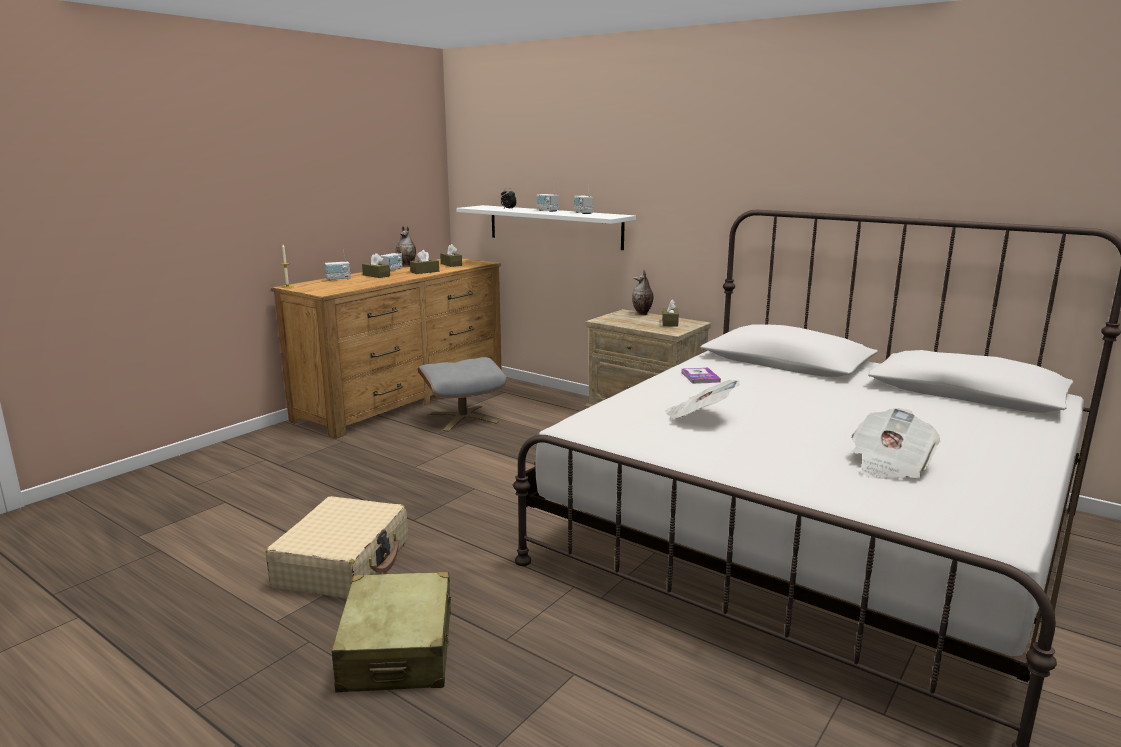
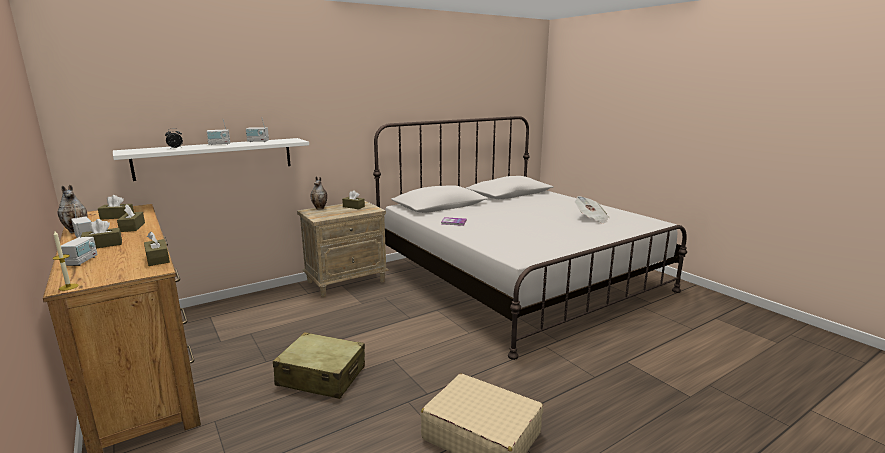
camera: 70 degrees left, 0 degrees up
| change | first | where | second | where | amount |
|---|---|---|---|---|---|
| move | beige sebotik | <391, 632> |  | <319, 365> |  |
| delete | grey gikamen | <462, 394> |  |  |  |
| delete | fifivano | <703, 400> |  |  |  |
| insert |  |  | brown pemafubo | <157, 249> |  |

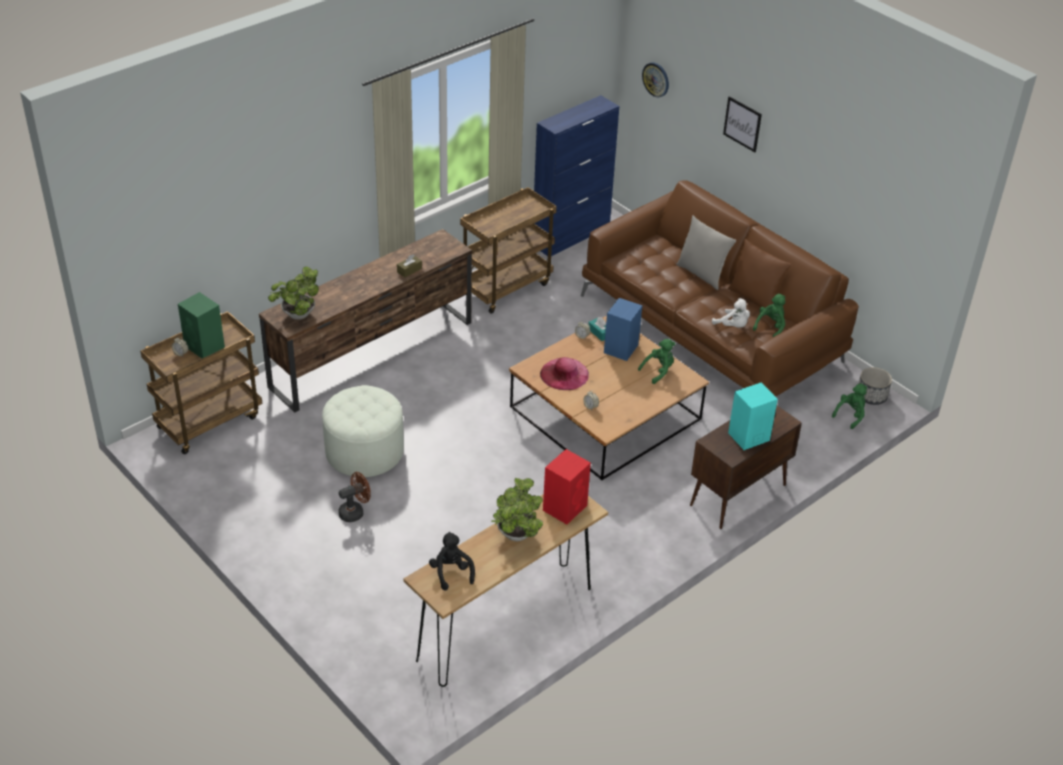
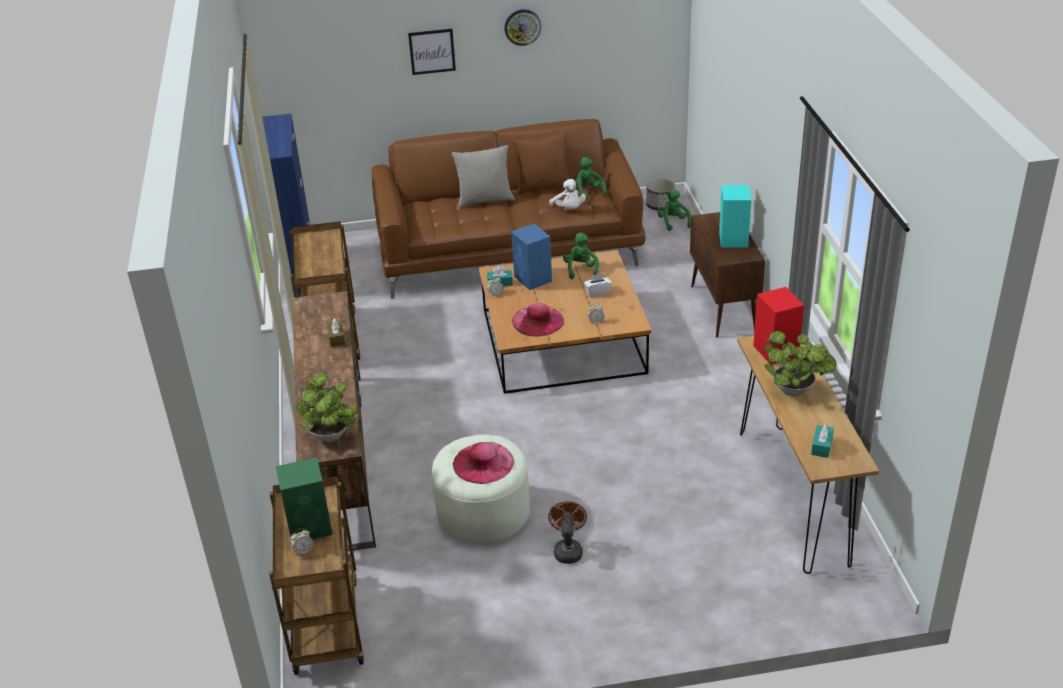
camera: 55 degrees left, 5 degrees down
| change | first | where | second | where | amount |
|---|---|---|---|---|---|
| replace | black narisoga | <452, 561> | turquoise pemafubo | <822, 441> |  |
| move | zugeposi | <655, 80> |  | <522, 27> |  |
| rotate | white narisoga | <731, 313> |  | <567, 194> | 75 degrees clockwise |
| insert |  |  | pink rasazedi | <483, 463> |  |
| insert |  |  | white pemafubo | <598, 285> |  |

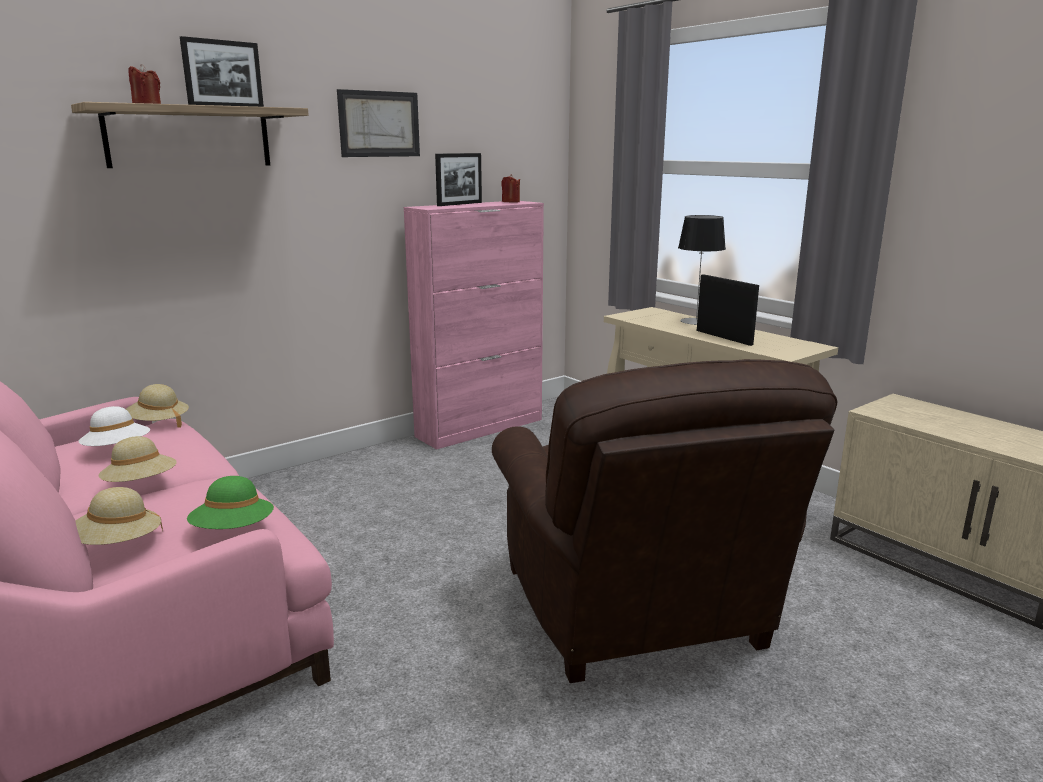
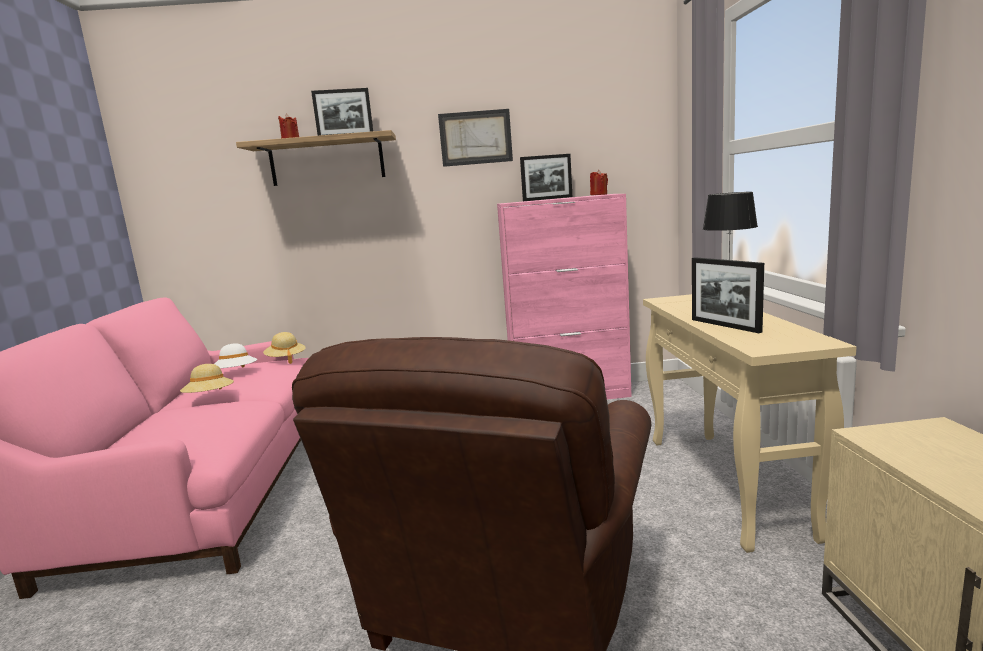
camera: 35 degrees right, 5 degrees down
| change | first | where | second | where | amount |
|---|---|---|---|---|---|
| delete | beige rasazedi | <119, 516> |  |  |  |
| delete | green rasazedi | <230, 502> |  |  |  |
| rotate | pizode | <728, 310> |  | <728, 295> | 150 degrees clockwise |

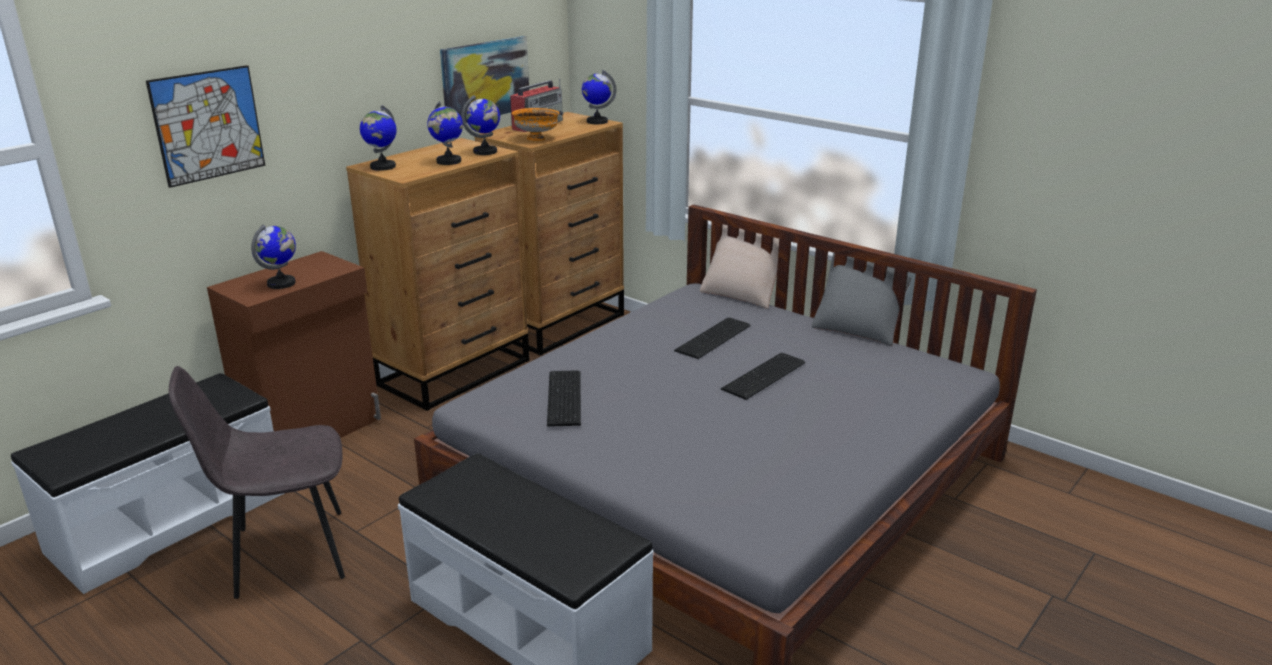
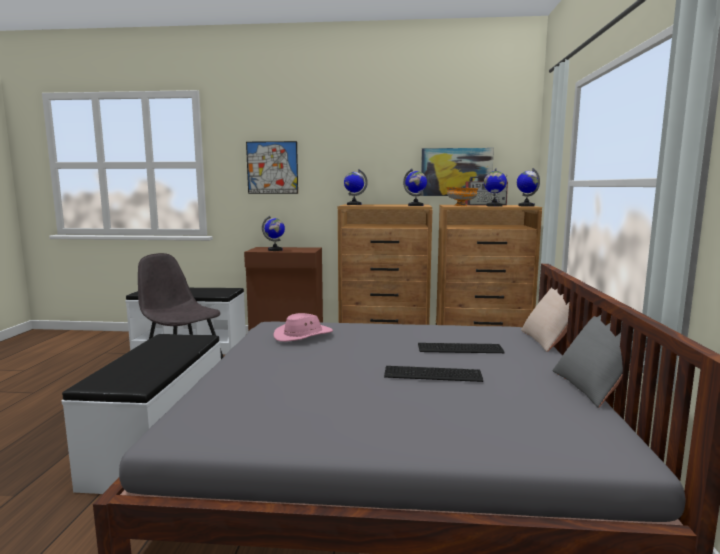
camera: 55 degrees right, 15 degrees down
| change | first | where | second | where | amount |
|---|---|---|---|---|---|
| move | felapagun | <445, 133> |  | <495, 187> |  |
| replace | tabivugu | <564, 398> | pink rasazedi | <303, 327> |  |

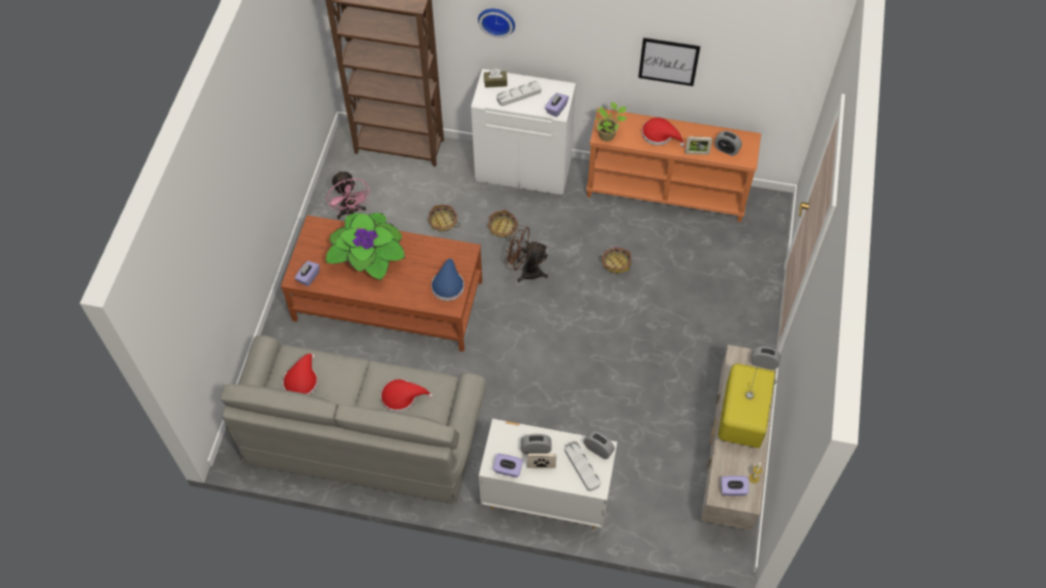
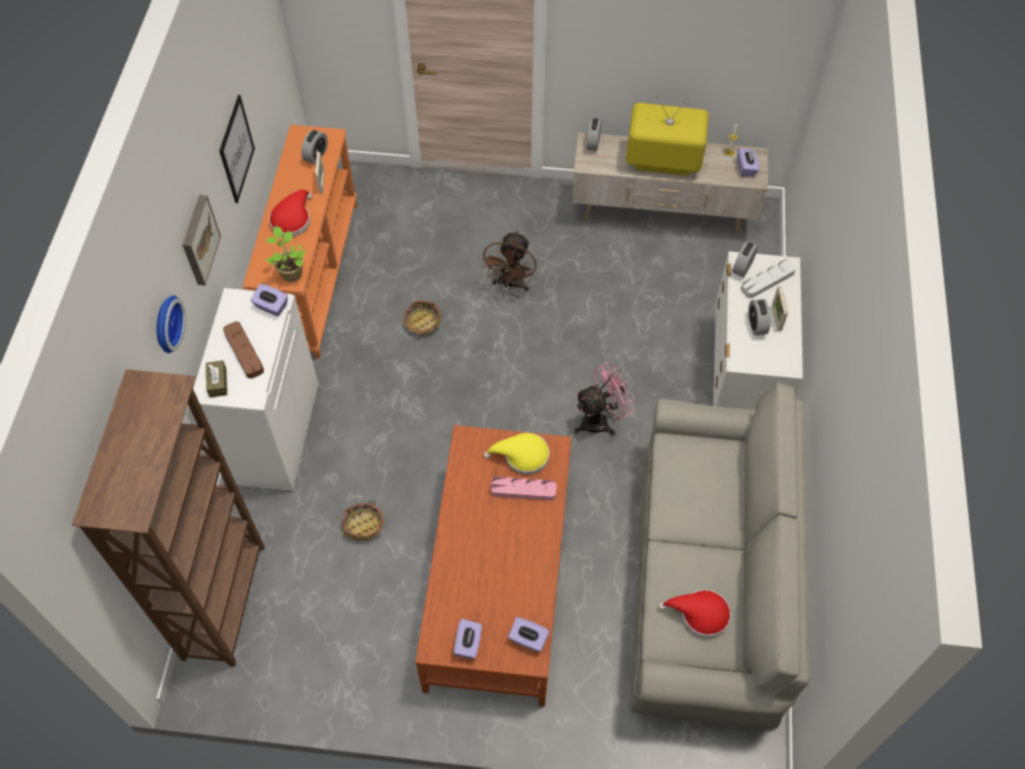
camera: 95 degrees left, 0 degrees up
| change | first | where | second | where | amount |
|---|---|---|---|---|---|
| delete | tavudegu | <365, 246> |  |  |  |
| move | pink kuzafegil | <349, 194> |  | <605, 398> |  |
| delete | red rasazedi | <407, 395> |  |  |  |
| recolor | blue rasazedi | <447, 280> | yellow rasazedi | <516, 454> |  |
| delete | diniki | <502, 225> |  |  |  |
| move | purple pemafubo | <508, 465> |  | <468, 639> |  |
| recolor | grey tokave | <519, 93> | brown tokave | <243, 350> |  |
| move | brown kuzafegil | <526, 253> |  | <509, 261> |  |
| insert |  |  | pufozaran | <201, 240> |  |
| insert |  |  | pink tokave | <524, 489> |  |

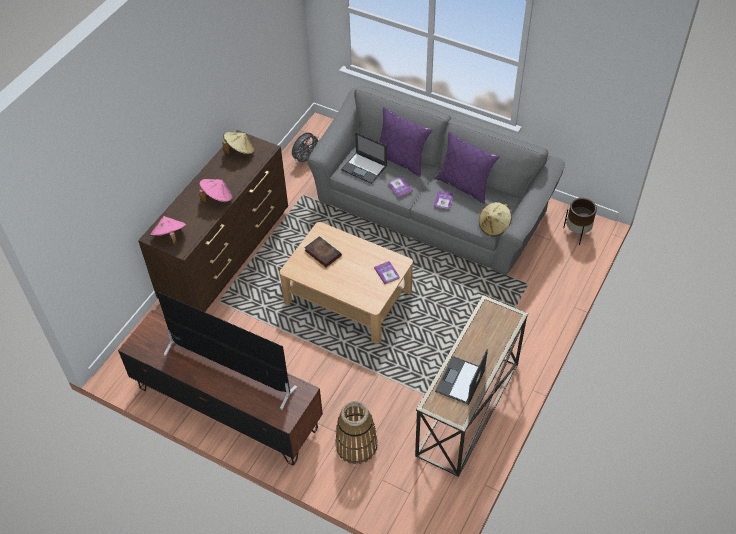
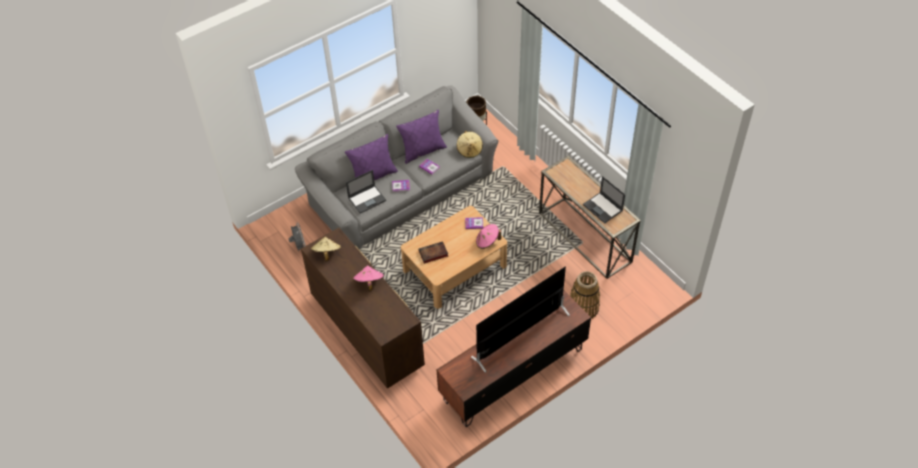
camera: 65 degrees left, 0 degrees up
| change | first | where | second | where | amount |
|---|---|---|---|---|---|
| move | pink rasazedi | <168, 231> |  | <488, 236> |  |

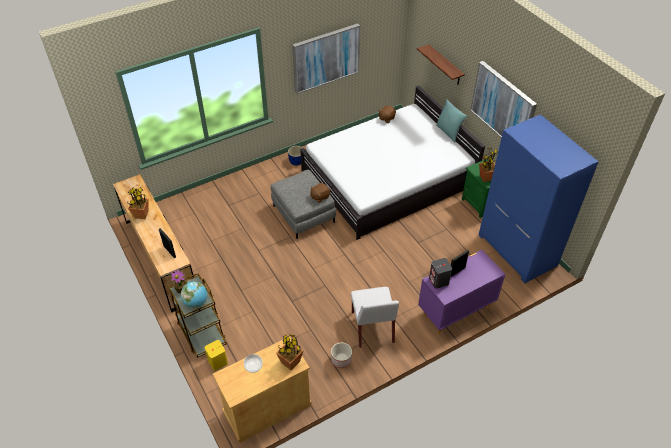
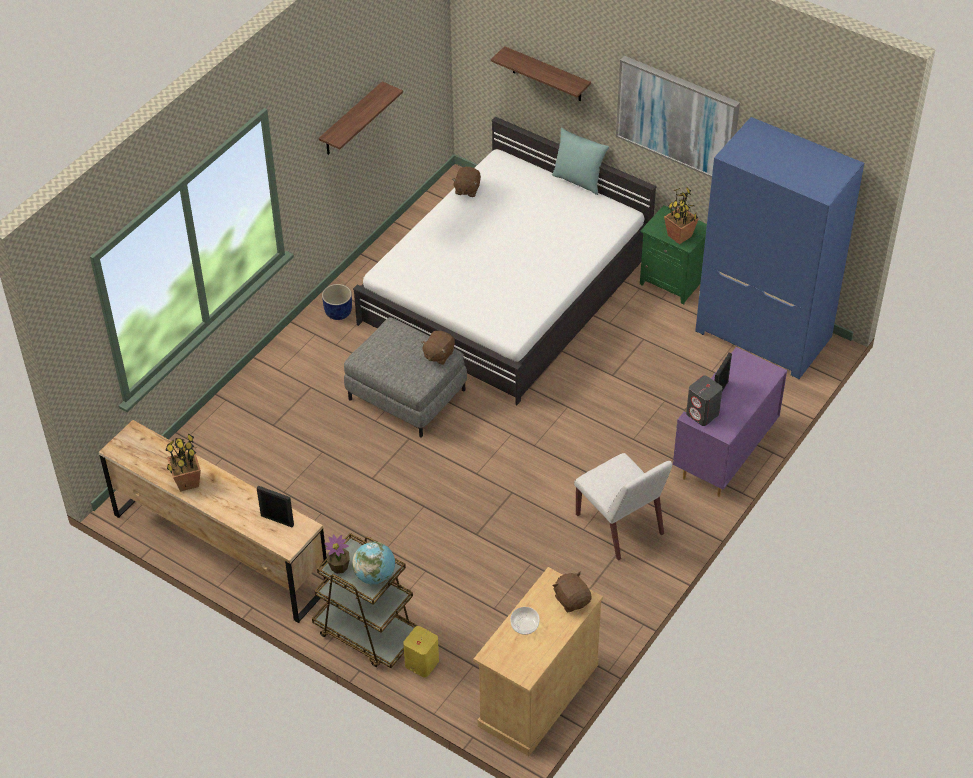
camera: 25 degrees left, 0 degrees up
| change | first | where | second | where | amount |
|---|---|---|---|---|---|
| replace | tavudegu | <289, 352> | brown narisoga | <572, 592> |  |
| replace | pufozaran | <326, 58> | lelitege | <361, 118> |  |
| delete | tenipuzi | <341, 355> |  |  |  |

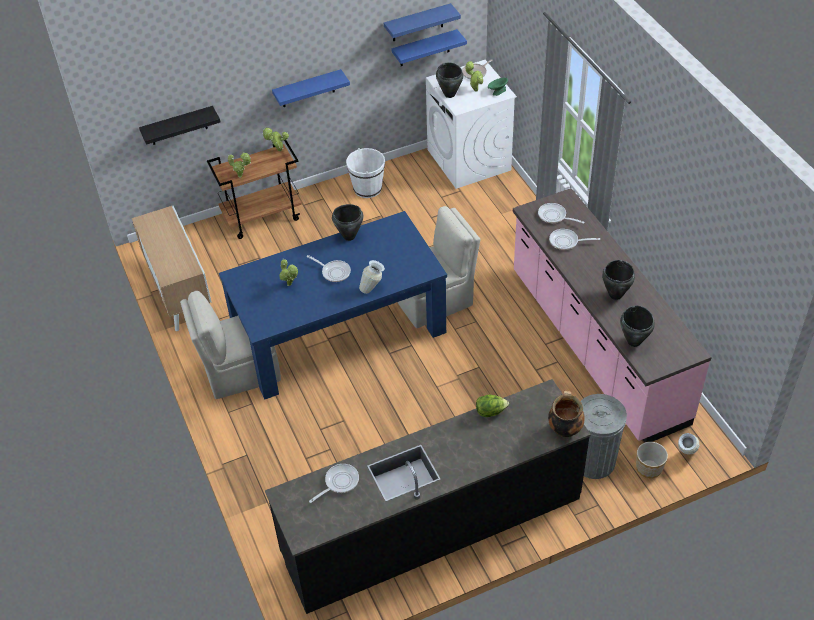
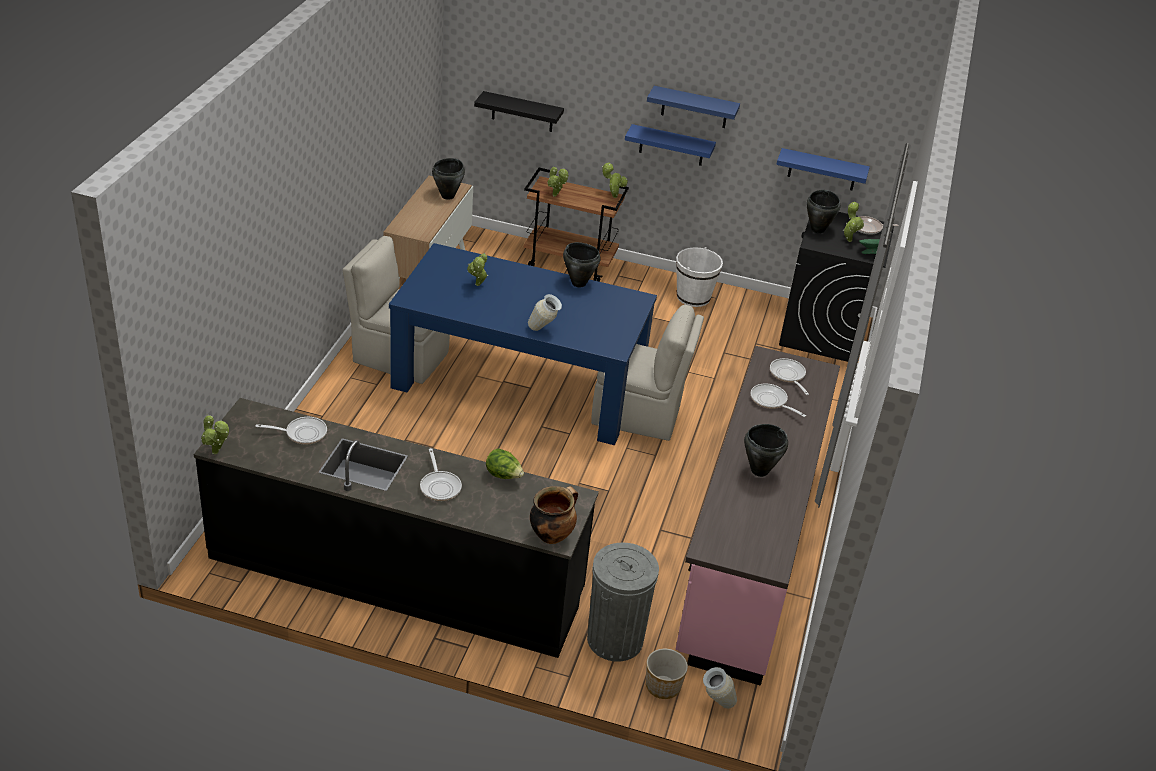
camera: 35 degrees right, 10 degrees down
| change | first | where | second | where | amount |
|---|---|---|---|---|---|
| move | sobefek | <329, 268> |  | <441, 474> |  |
| move | blue lelitege | <422, 22> |  | <693, 107> |  |
| recolor | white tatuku | <471, 124> | black tatuku | <836, 287> |  |
| move | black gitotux | <637, 326> |  | <448, 179> |  |
| insert |  |  | tavudegu | <215, 434> |  |

